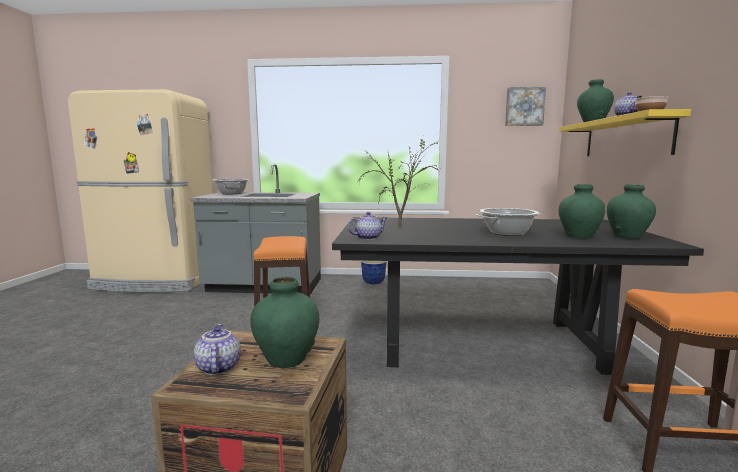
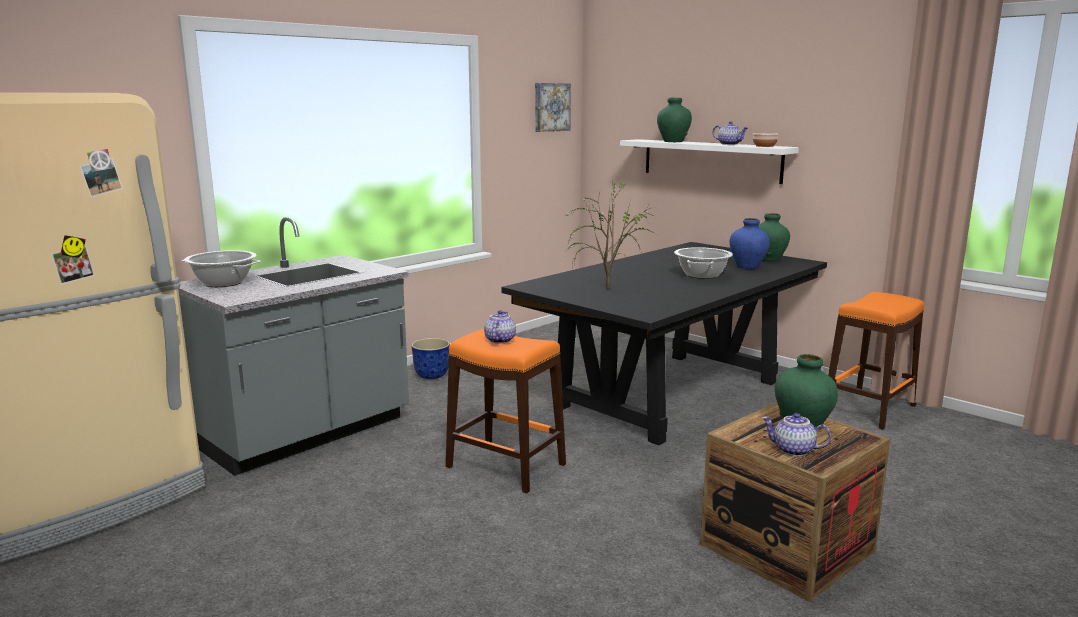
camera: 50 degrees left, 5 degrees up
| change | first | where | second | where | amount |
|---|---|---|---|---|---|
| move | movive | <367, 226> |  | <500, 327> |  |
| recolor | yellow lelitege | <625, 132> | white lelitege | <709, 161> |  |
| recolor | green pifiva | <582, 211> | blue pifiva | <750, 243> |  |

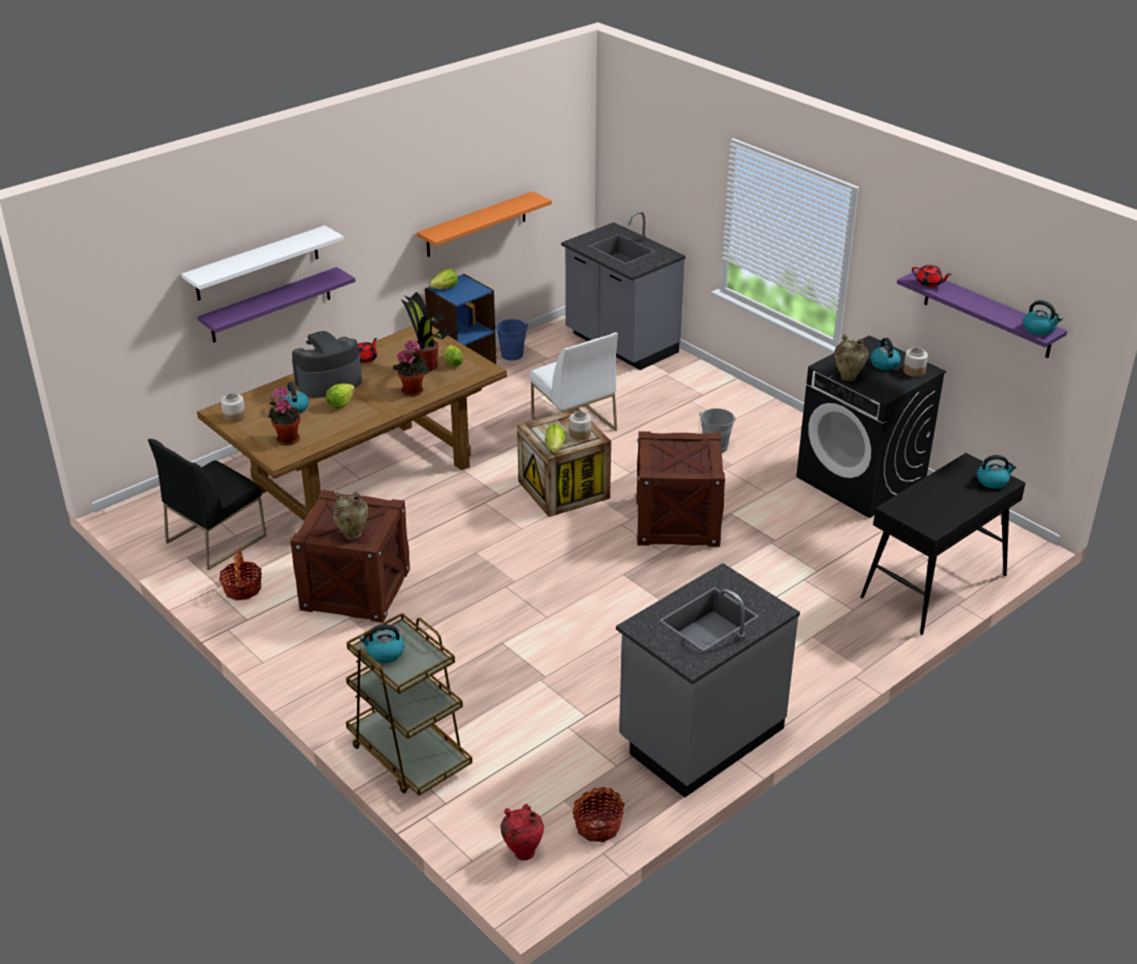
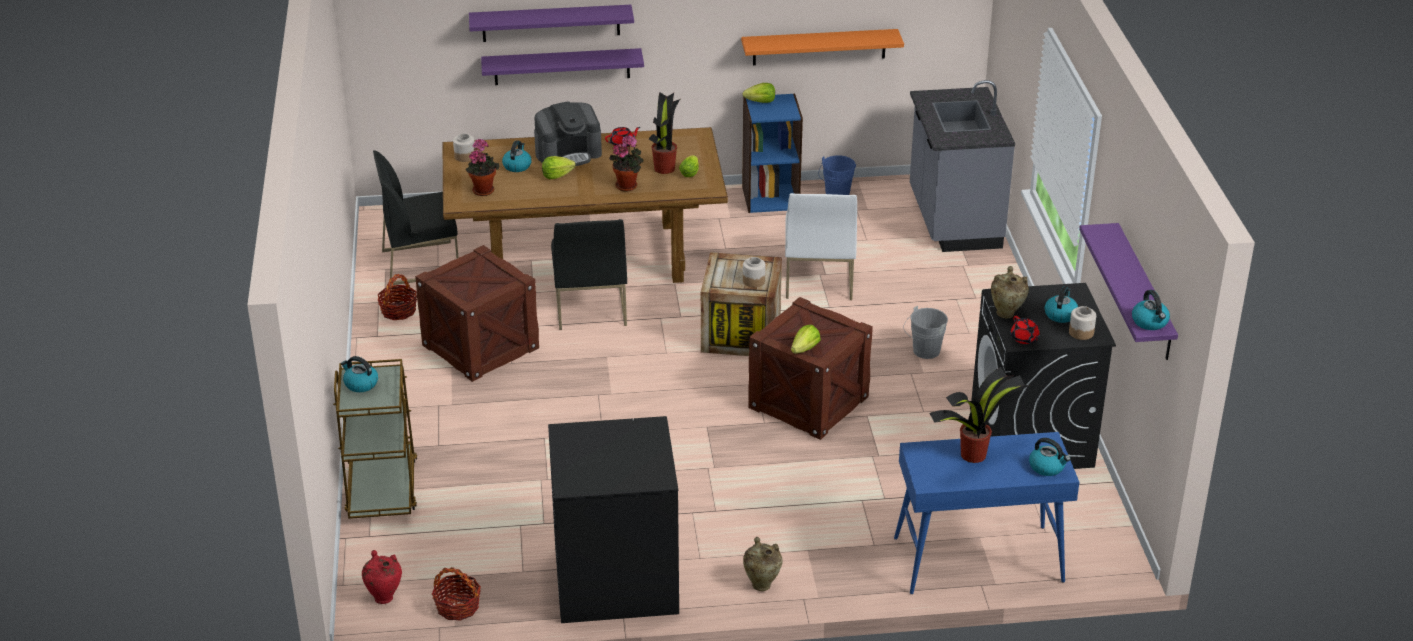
camera: 35 degrees right, 0 degrees up
| change | first | where | second | where | amount |
|---|---|---|---|---|---|
| recolor | white lelitege | <262, 263> | purple lelitege | <551, 23> |  |
| rotate | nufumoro | <327, 364> |  | <568, 133> | 150 degrees clockwise |
| move | beige pifiva | <349, 516> |  | <763, 564> |  |
| move | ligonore | <555, 438> |  | <806, 339> |  |
| replace | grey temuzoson | <708, 680> | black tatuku | <613, 519> |  |
| recolor | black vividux | <943, 544> | blue vividux | <987, 513> |  |
| move | red movive | <932, 276> |  | <1025, 330> |  |
| insert |  |  | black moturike | <589, 274> |  |
| insert |  |  | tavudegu | <979, 415> |  |

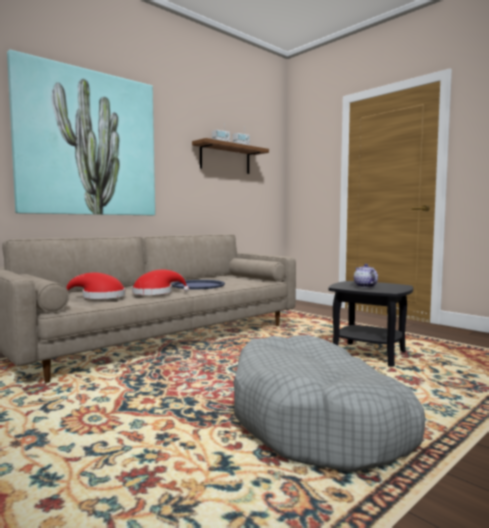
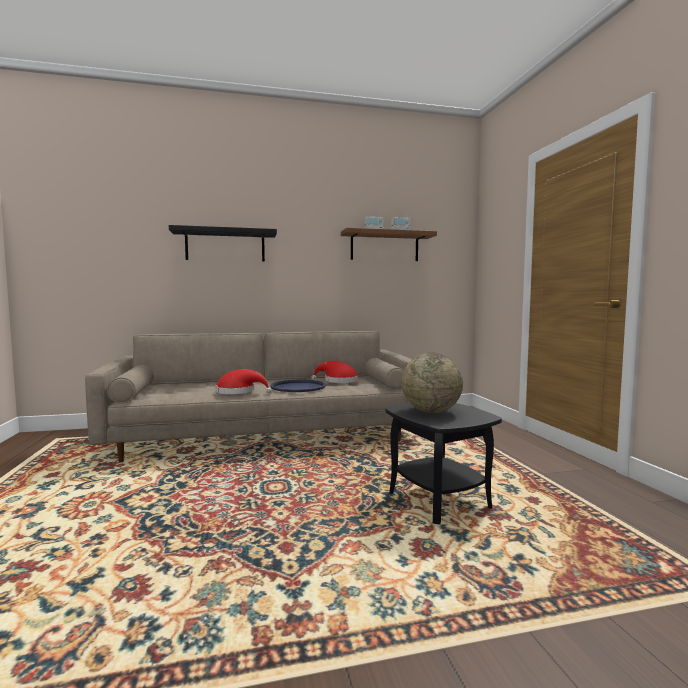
camera: 30 degrees right, 0 degrees up
| change | first | where | second | where | amount |
|---|---|---|---|---|---|
| replace | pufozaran | <81, 132> | black lelitege | <223, 243> |  |
| move | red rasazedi | <95, 286> |  | <334, 372> |  |
| delete | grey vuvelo | <329, 403> |  |  |  |
| replace | movive | <366, 276> | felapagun | <432, 383> |  |

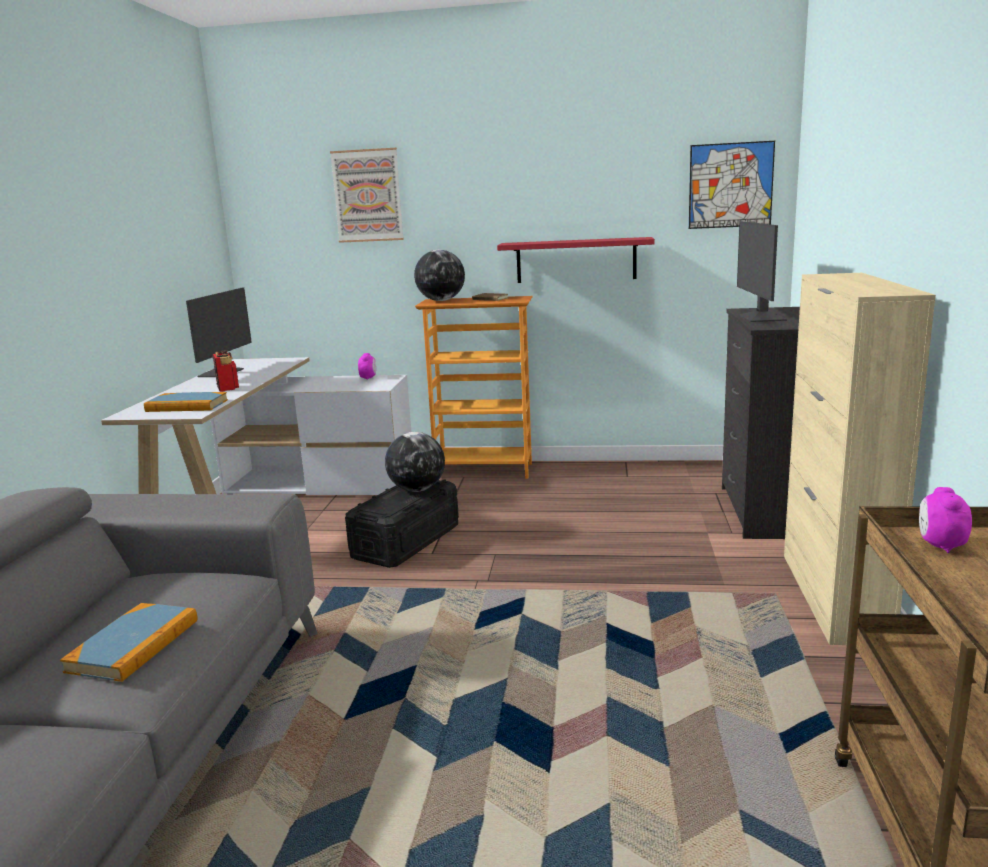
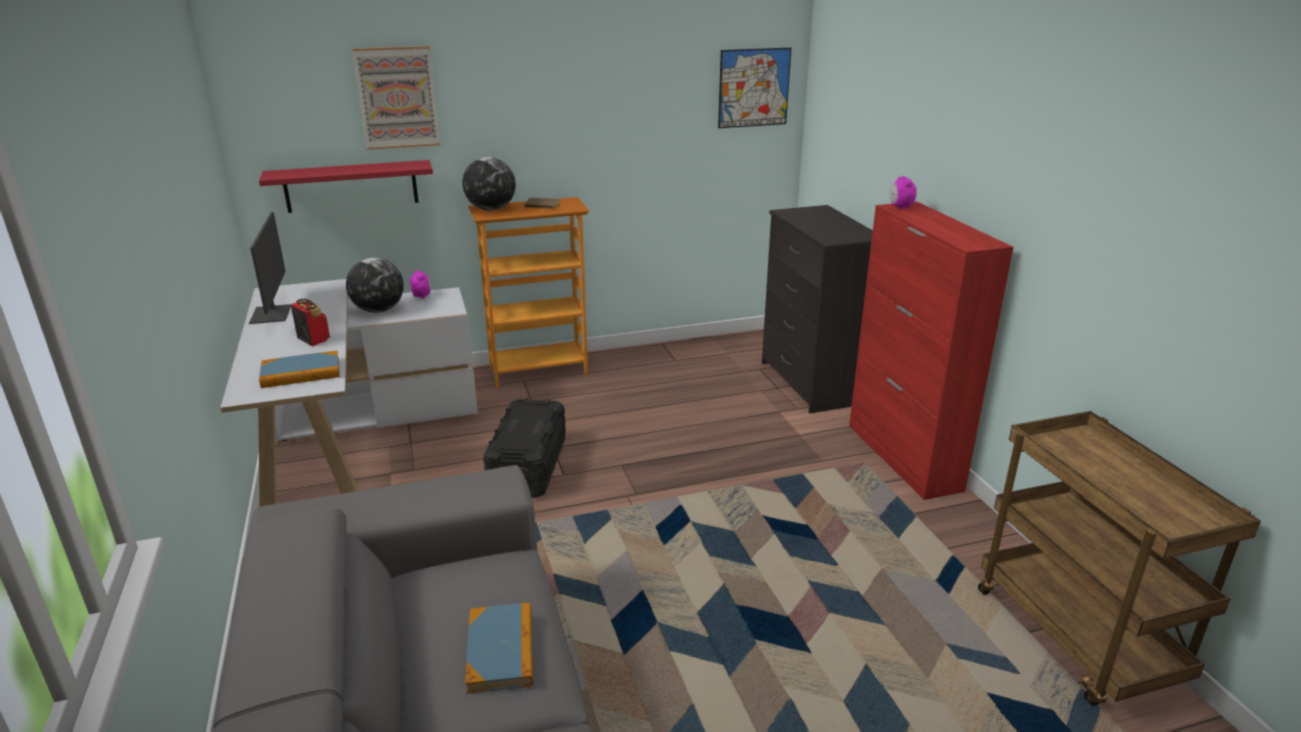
camera: 25 degrees left, 10 degrees up
| change | first | where | second | where | amount |
|---|---|---|---|---|---|
| move | felapagun | <415, 462> |  | <375, 285> |  |
| move | red lelitege | <576, 260> |  | <346, 186> |  |
| delete | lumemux | <762, 271> |  |  |  |
| recolor | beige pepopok | <860, 459> | red pepopok | <931, 350> |  |
| move | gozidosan | <945, 520> |  | <903, 193> |  |

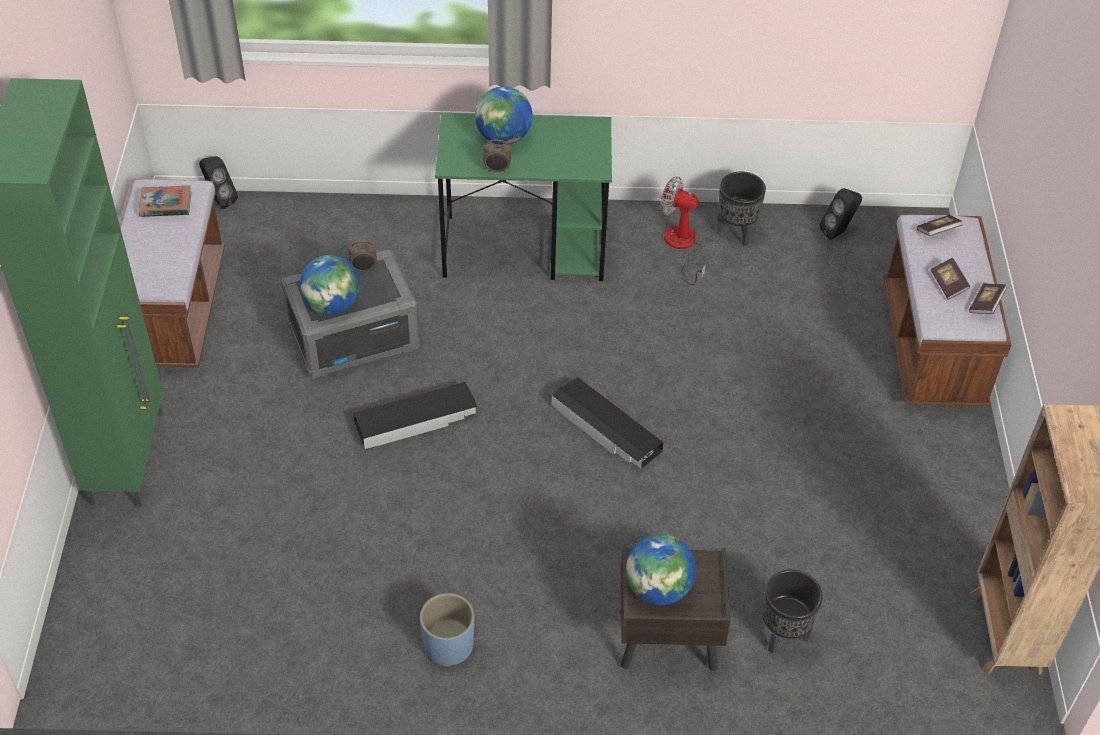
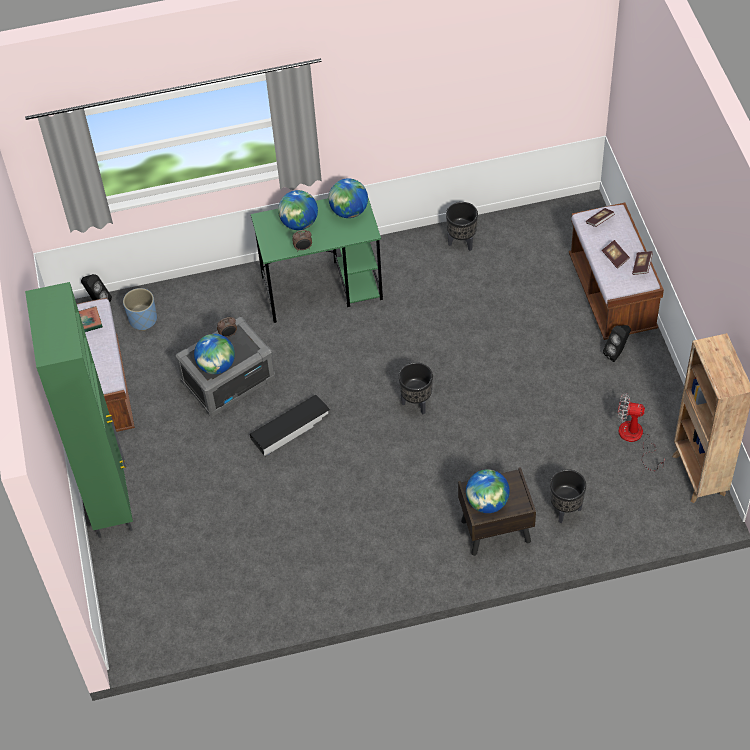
camera: 10 degrees left, 5 degrees up
| change | first | where | second | where | amount |
|---|---|---|---|---|---|
| move | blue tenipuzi | <447, 630> |  | <140, 309> |  |
| replace | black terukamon | <607, 423> | black tenipuzi | <416, 388> |  |
| move | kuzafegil | <683, 231> |  | <641, 432> |  |
| move | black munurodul | <840, 214> |  | <617, 343> |  |
| insert |  |  | felapagun | <348, 198> |  |

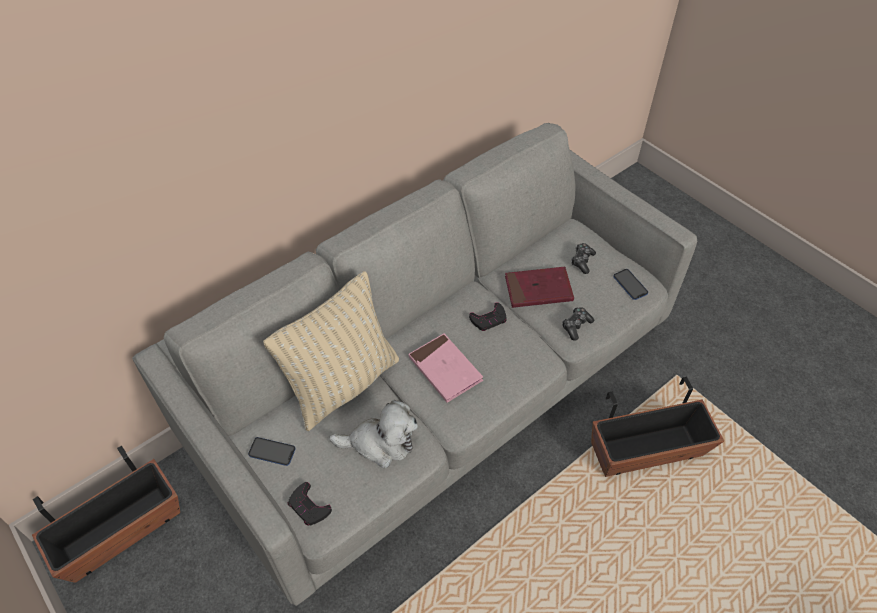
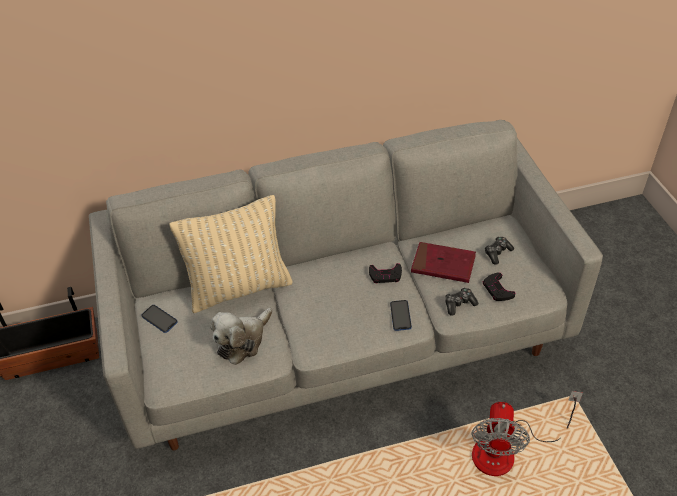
camera: 25 degrees right, 5 degrees down
| change | first | where | second | where | amount |
|---|---|---|---|---|---|
| move | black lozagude | <310, 504> |  | <499, 286> |  |
| rotate | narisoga | <373, 434> |  | <242, 336> | 105 degrees clockwise |
| delete | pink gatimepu | <445, 368> |  |  |  |
| replace | tenipuzi | <657, 427> | kuzafegil | <527, 433> |  |
| move | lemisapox | <630, 284> |  | <401, 315> |  |

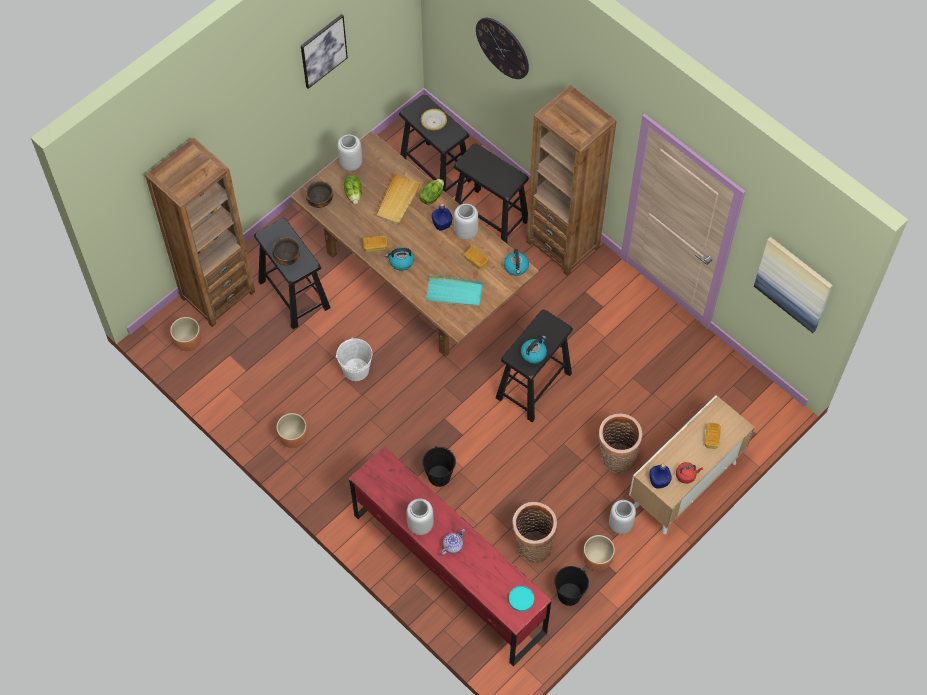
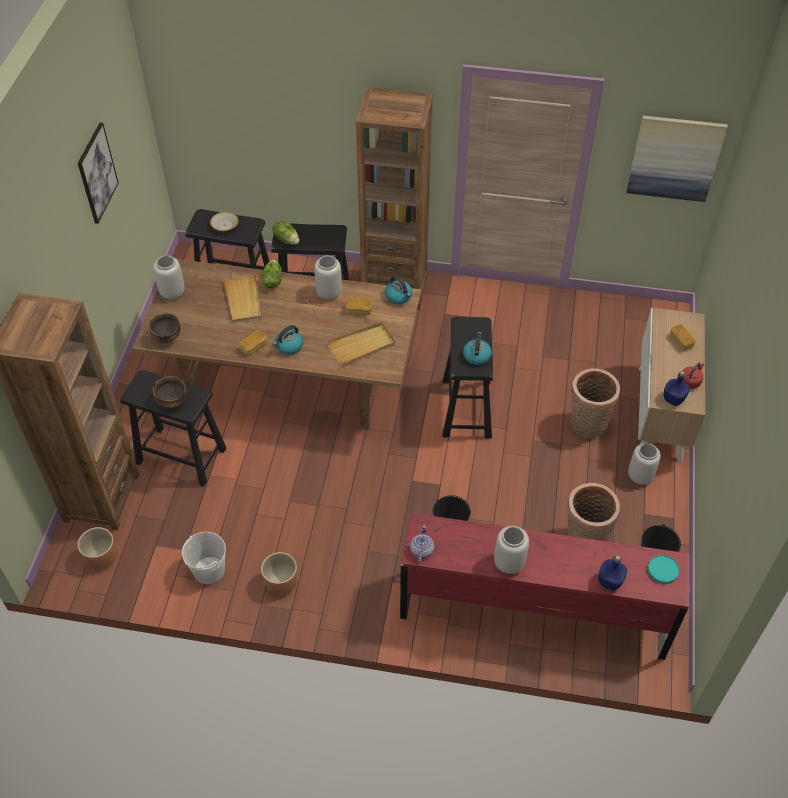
camera: 35 degrees left, 10 degrees down
| change | first | where | second | where | amount |
|---|---|---|---|---|---|
| move | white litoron | <354, 359> |  | <204, 558> |  |
| move | ligonore | <353, 189> |  | <285, 232> |  |
| recolor | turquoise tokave | <454, 290> | beige tokave | <360, 343> |  |
| move | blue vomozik | <442, 217> |  | <612, 573> |  |
| move | movive | <453, 542> |  | <422, 544> |  |
| delete | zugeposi | <502, 48> |  |  |  |
| delete | brown tenipuzi | <599, 553> |  |  |  |

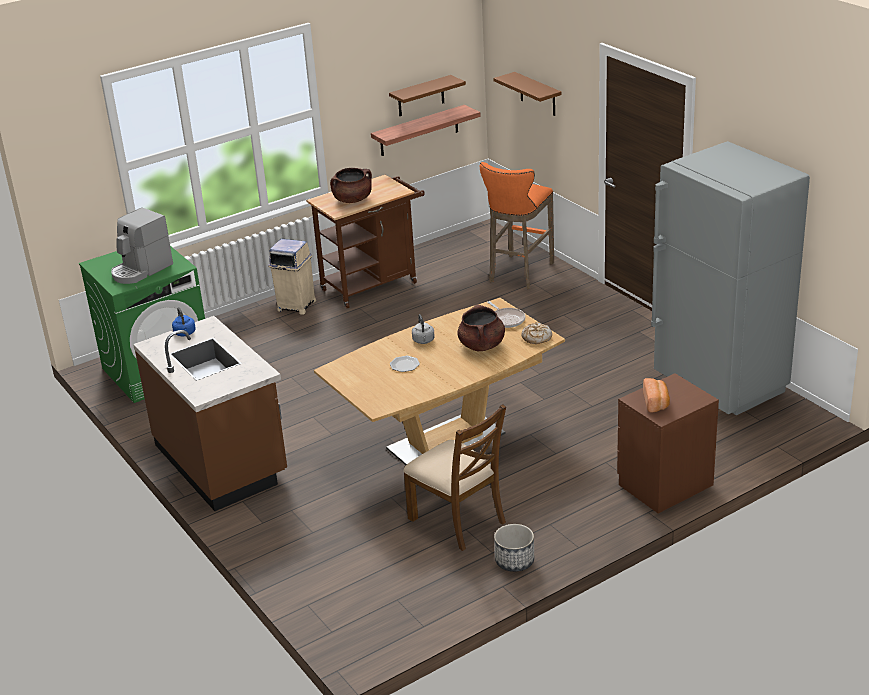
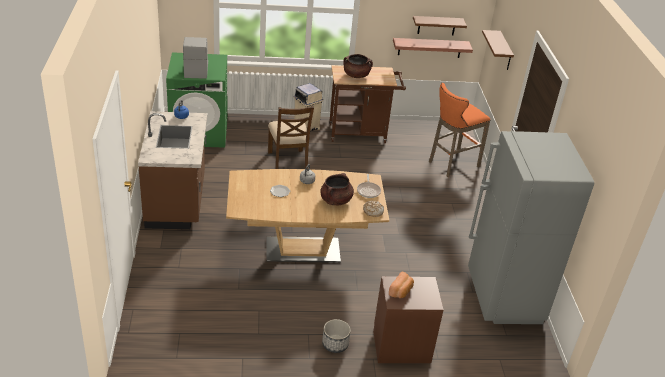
camera: 25 degrees right, 5 degrees up
| change | first | where | second | where | amount |
|---|---|---|---|---|---|
| rotate | nufumoro | <142, 246> |  | <195, 58> | 105 degrees clockwise |
| move | brown moturike | <454, 477> |  | <291, 137> |  |
| move | tenipuzi | <514, 548> |  | <336, 336> |  |

